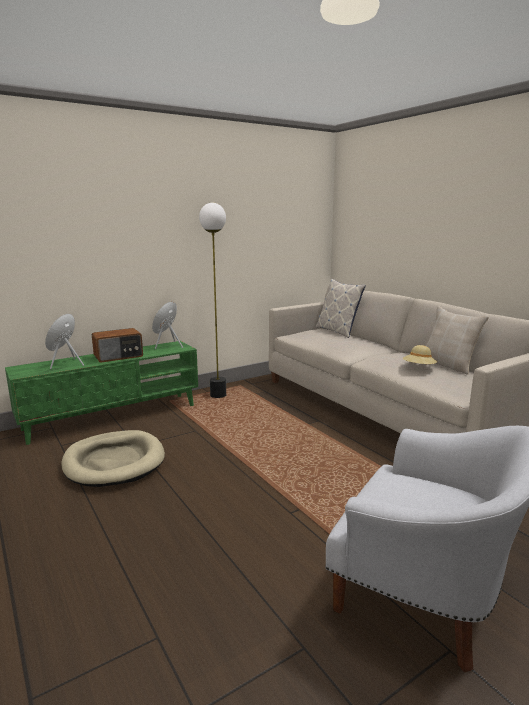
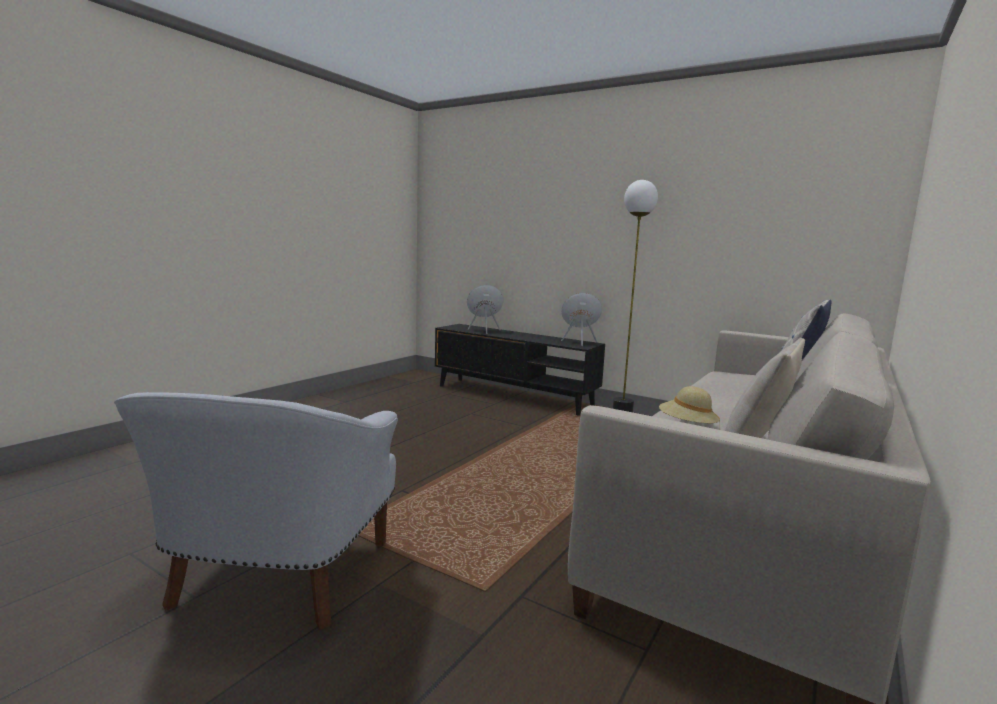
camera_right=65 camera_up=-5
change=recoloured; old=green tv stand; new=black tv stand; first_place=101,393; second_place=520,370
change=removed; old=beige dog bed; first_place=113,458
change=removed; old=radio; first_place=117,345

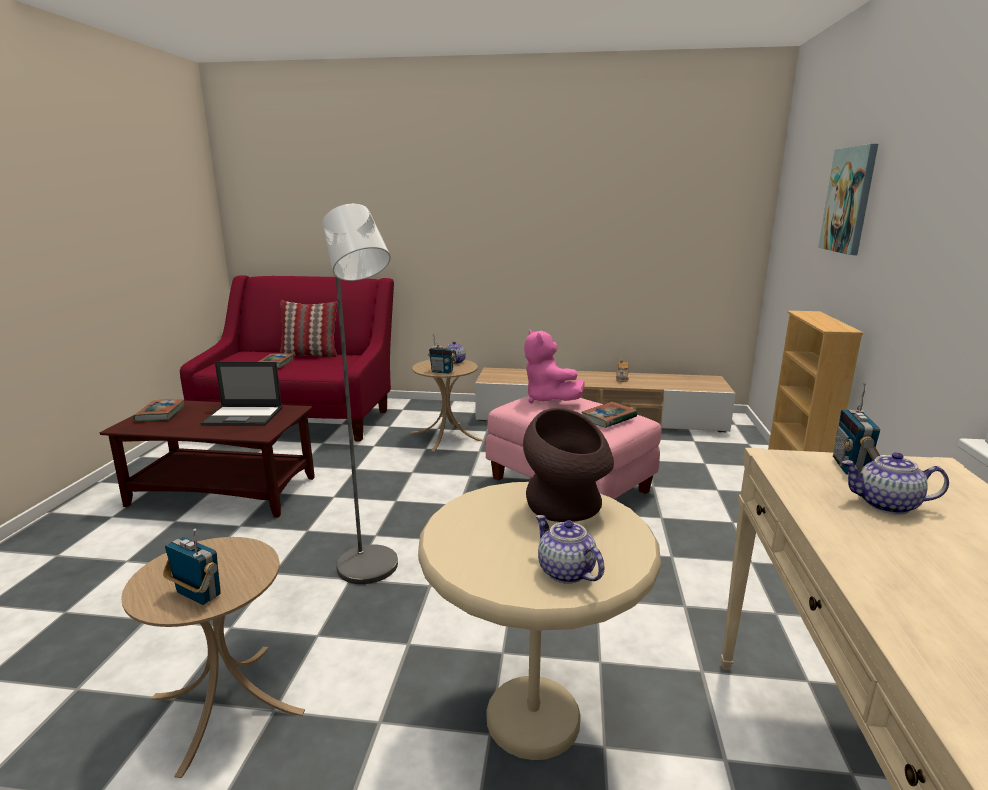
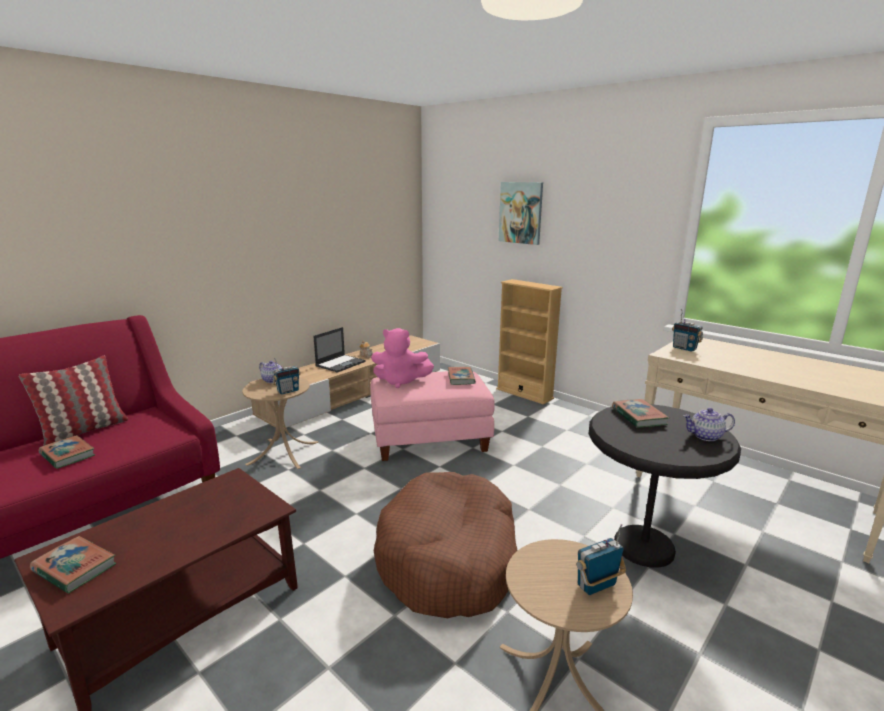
camera_right=-55 camera_up=0
change=moved; old=laptop; first_place=241,394; second_place=339,350
change=replaced; old=grey floor lamp; new=brown dog bed; first_place=360,394; second_place=446,545
change=recoloured; old=beige side table; new=black side table; first_place=539,621; second_place=665,486
change=replaced; old=brown vase; new=book; first_place=568,465; second_place=641,413
change=removed; old=teapot; first_place=895,483

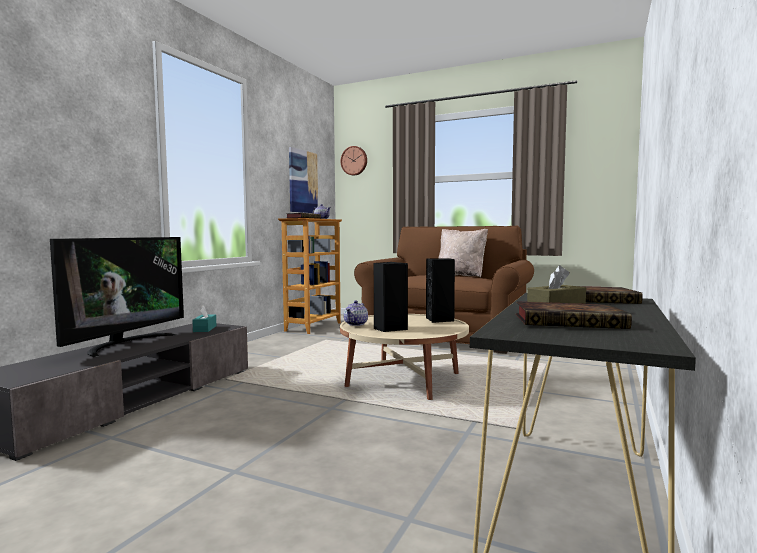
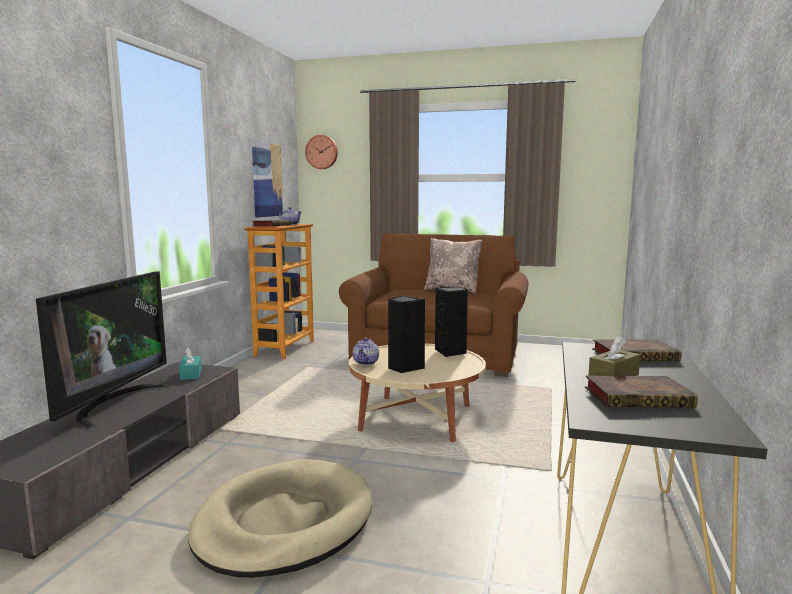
camera_right=-10 camera_up=5
change=added; new=beige dog bed; second_place=280,518

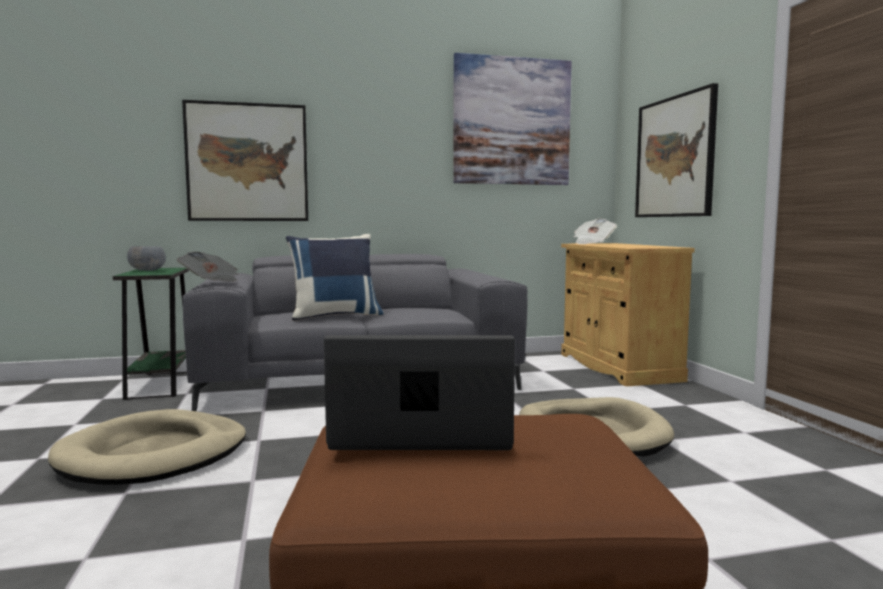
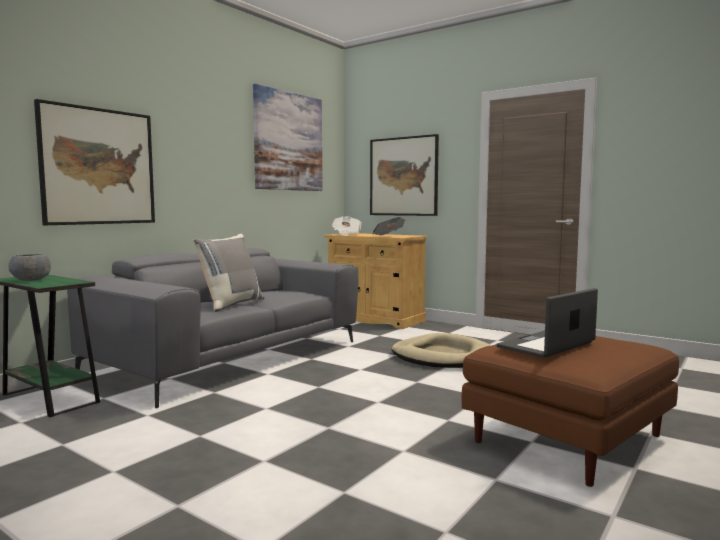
camera_right=-40 camera_up=0
change=removed; old=beige dog bed; first_place=147,447
change=moved; old=newspaper; first_place=208,267; second_place=388,226
change=recoloured; old=blue pillow; new=grey pillow; first_place=335,277; second_place=229,273

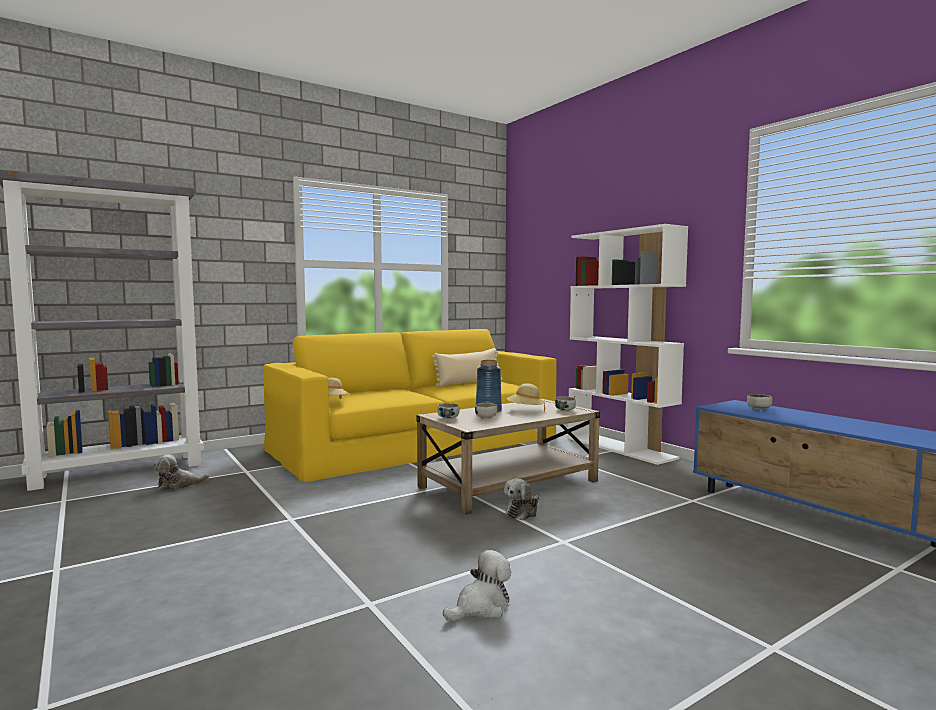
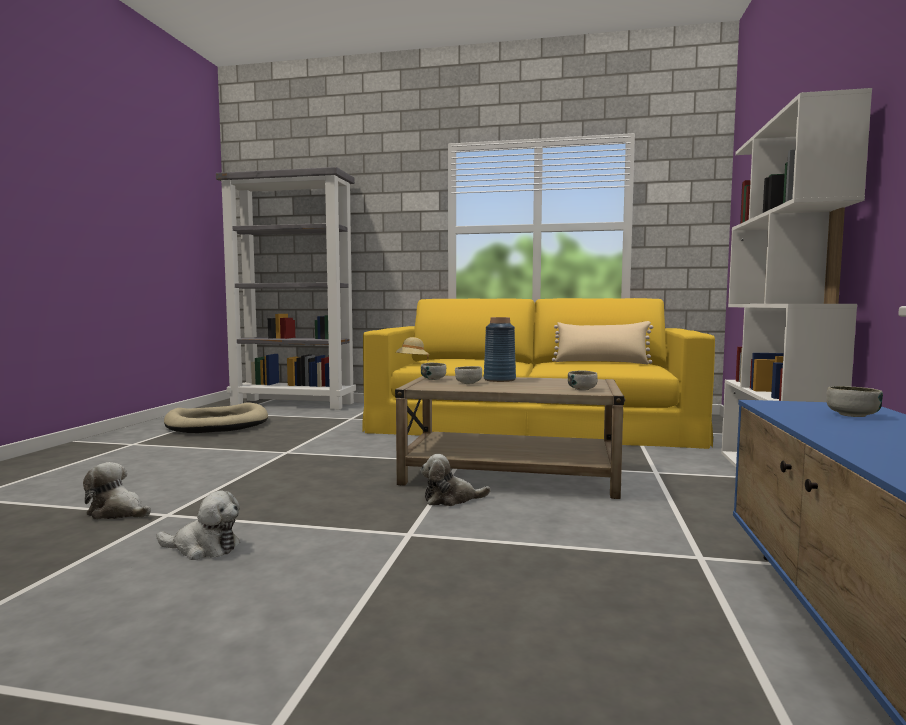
camera_right=45 camera_up=0
change=moved; old=plush toy; first_place=181,472; second_place=117,491
change=removed; old=beige hat; first_place=526,397
change=added; new=beige dog bed; second_place=216,418

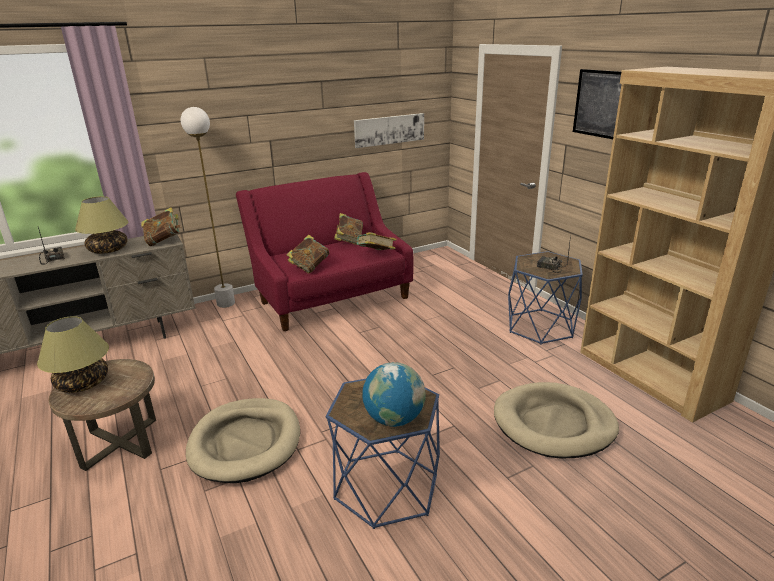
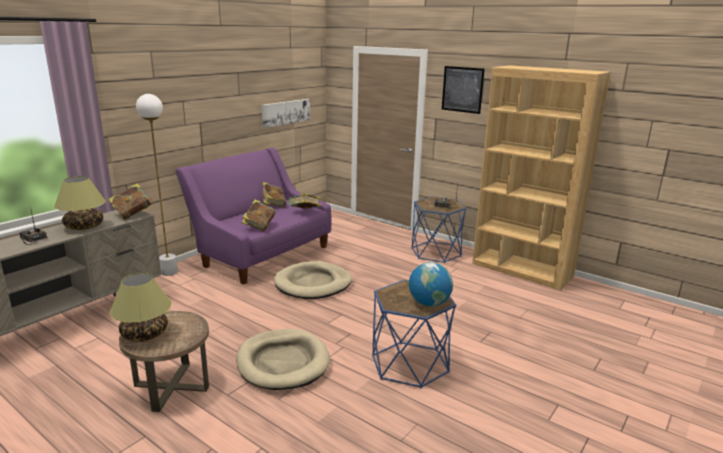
camera_right=-25 camera_up=-5
change=recoloured; old=red sofa; new=purple sofa; first_place=325,251; second_place=253,216
change=moved; old=beige dog bed; first_place=556,420; second_place=313,280

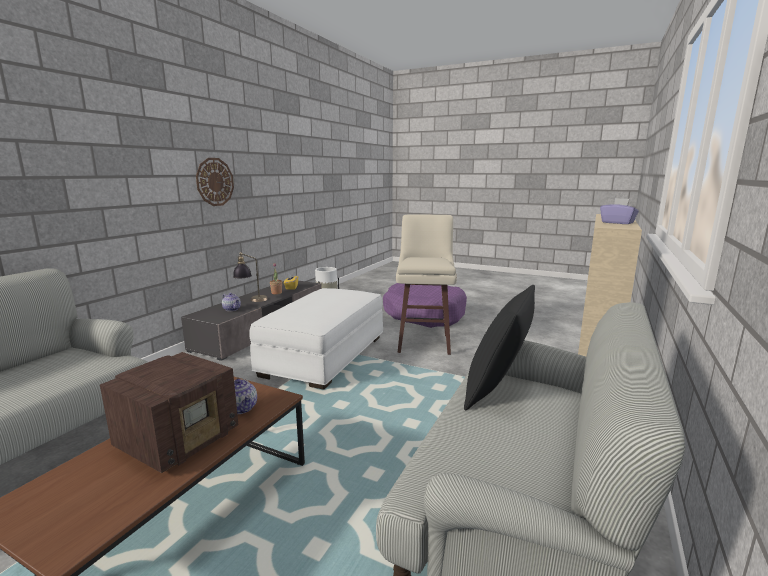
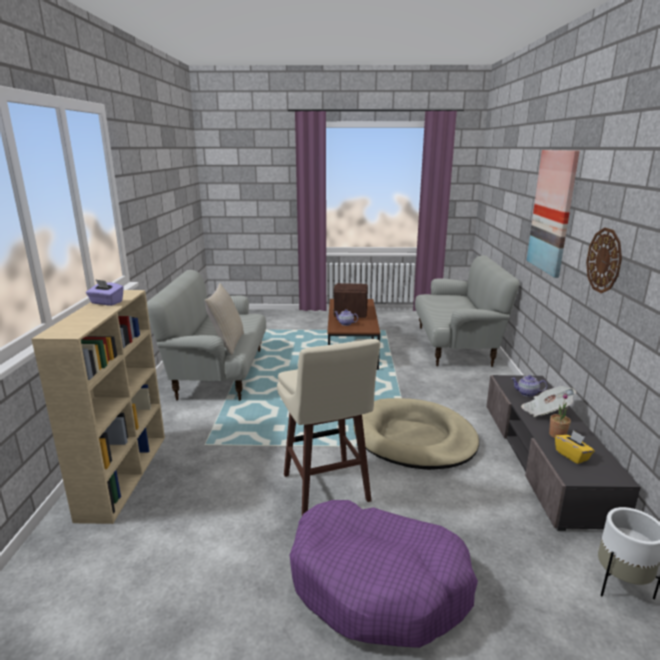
camera_right=155 camera_up=5
change=replaced; old=table lamp; new=newspaper; first_place=250,277; second_place=549,401
change=replaced; old=white ottoman; new=beige dog bed; first_place=316,339; second_place=416,434
change=recoloured; old=black pillow; new=beige pillow; first_place=499,347; second_place=224,319
change=added; new=picture; second_place=553,214

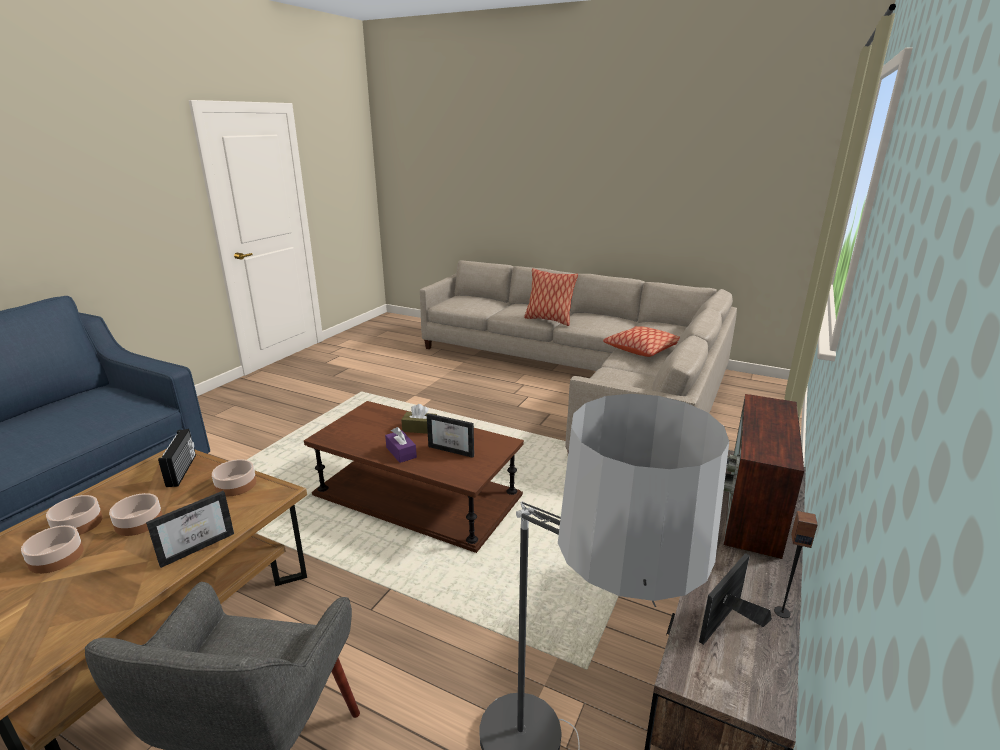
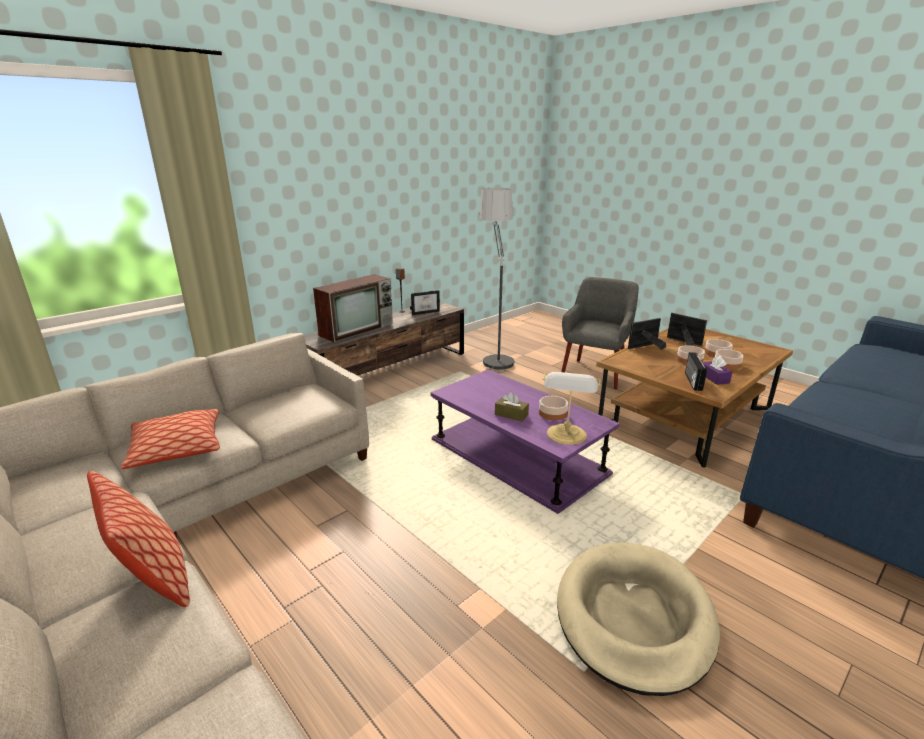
camera_right=-160 camera_up=0
change=moved; old=bowl; first_place=234,477; second_place=553,408
change=recoloured; old=brown coffee table; new=purple coffee table; first_place=414,477; second_place=525,441
change=moved; old=purple tissue box; first_place=401,445; second_place=717,370
change=moved; old=picture frame; first_place=450,435; second_place=687,329
change=added; new=table lamp; second_place=571,408
change=added; new=beige dog bed; second_place=638,619

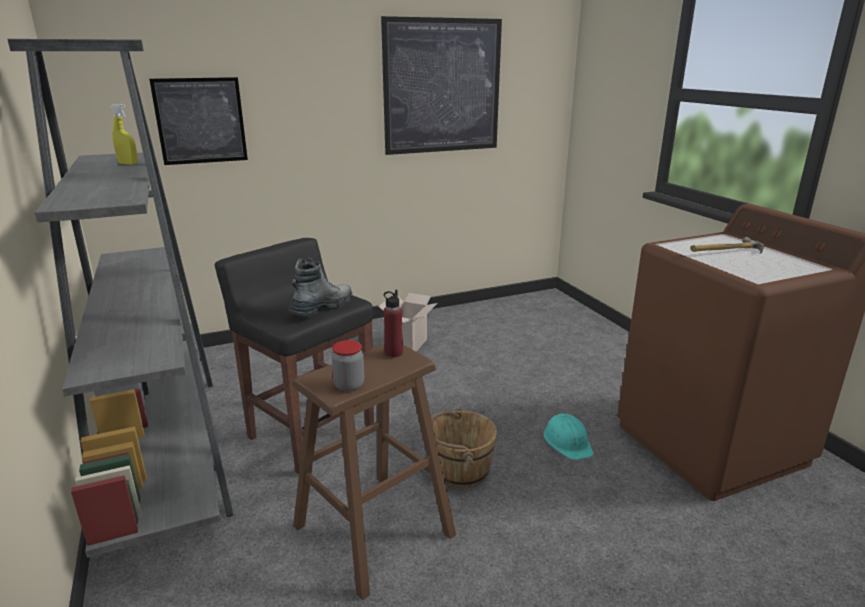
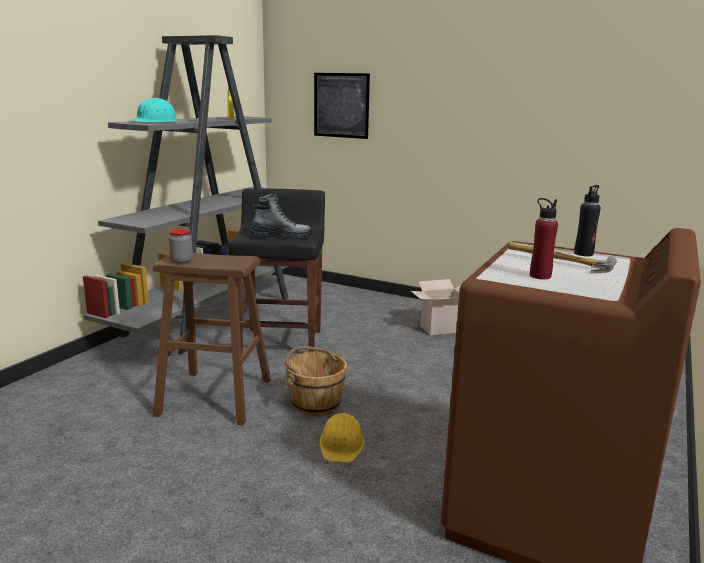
camera_right=50 camera_up=-5
change=removed; old=picture; first_place=441,85
change=moved; old=red bottle; first_place=393,323; second_place=544,238
change=moved; old=turquoise hard hat; first_place=568,436; second_place=153,110
change=added; new=yellow hard hat; second_place=342,438
change=added; new=black bottle; second_place=587,220

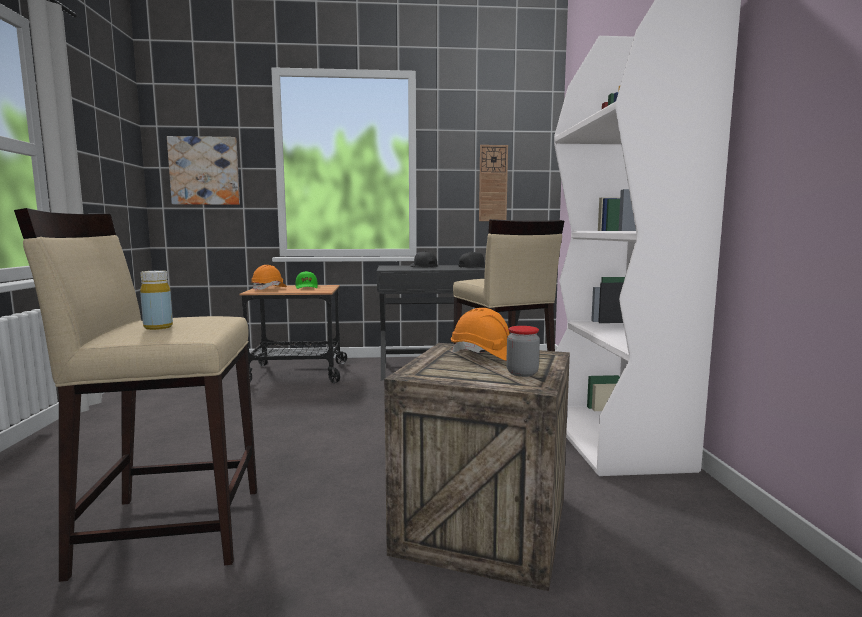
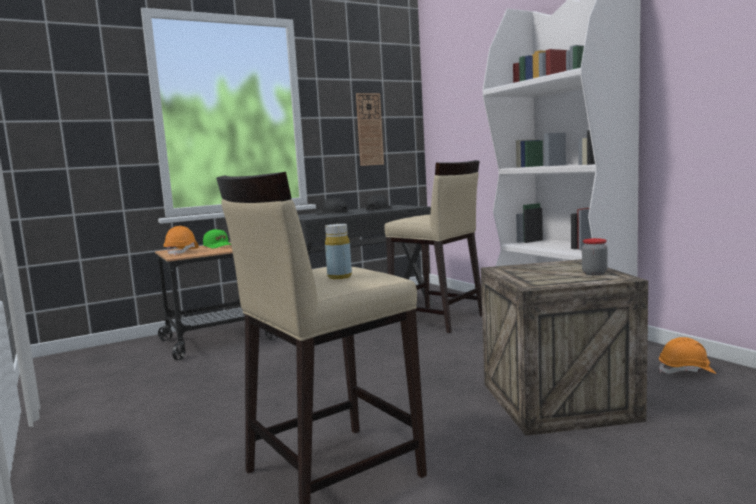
camera_right=-25 camera_up=0
change=removed; old=picture; first_place=203,170
change=moved; old=orange hard hat; first_place=480,334; second_place=687,355

